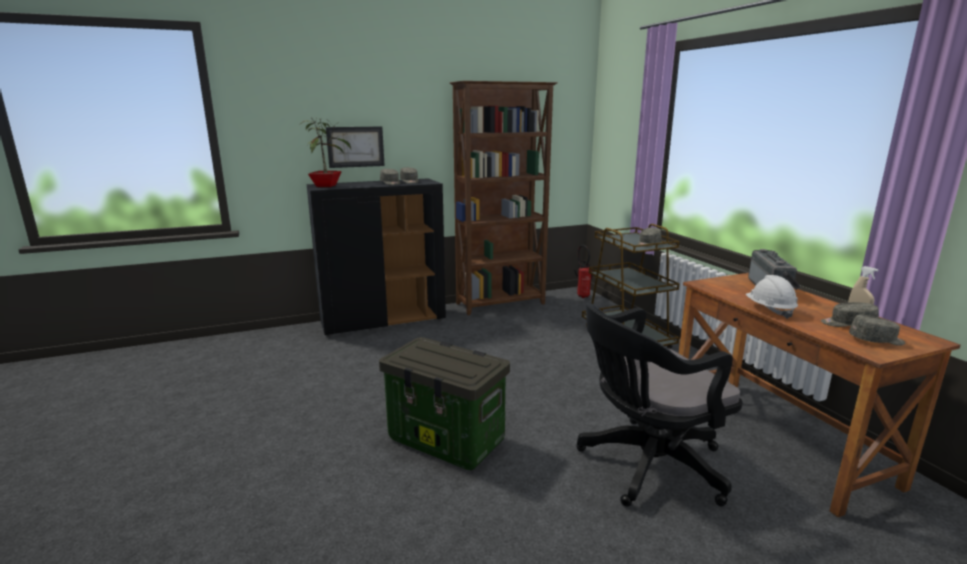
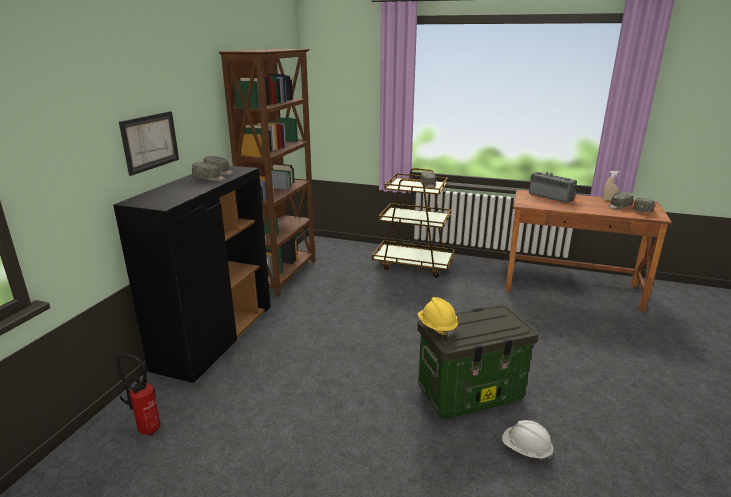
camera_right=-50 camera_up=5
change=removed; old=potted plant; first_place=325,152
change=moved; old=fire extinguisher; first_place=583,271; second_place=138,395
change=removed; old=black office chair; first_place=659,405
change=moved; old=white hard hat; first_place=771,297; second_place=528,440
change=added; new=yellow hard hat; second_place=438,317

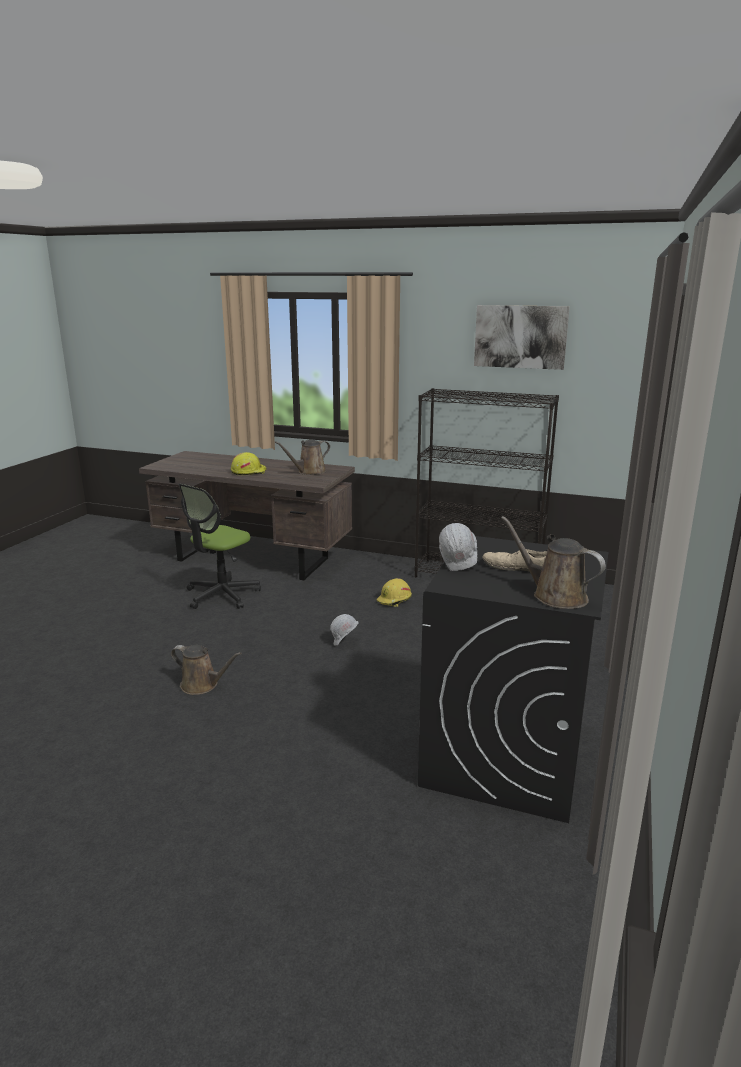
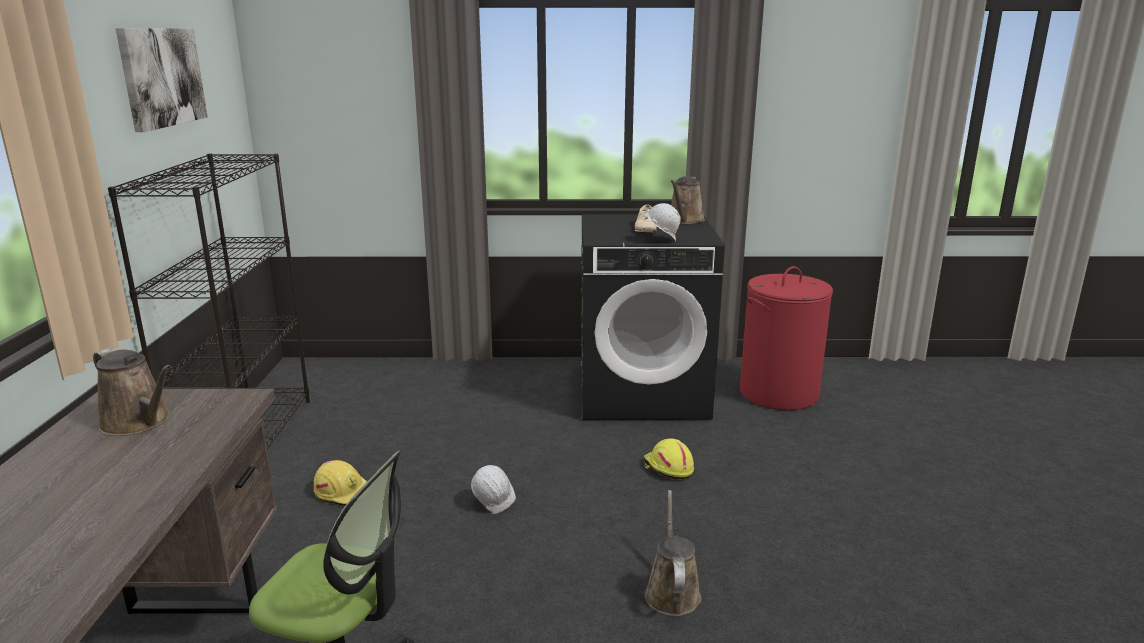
camera_right=-110 camera_up=0
change=moved; old=yellow hard hat; first_place=249,463; second_place=668,458
change=added; new=red laundry basket; second_place=786,338

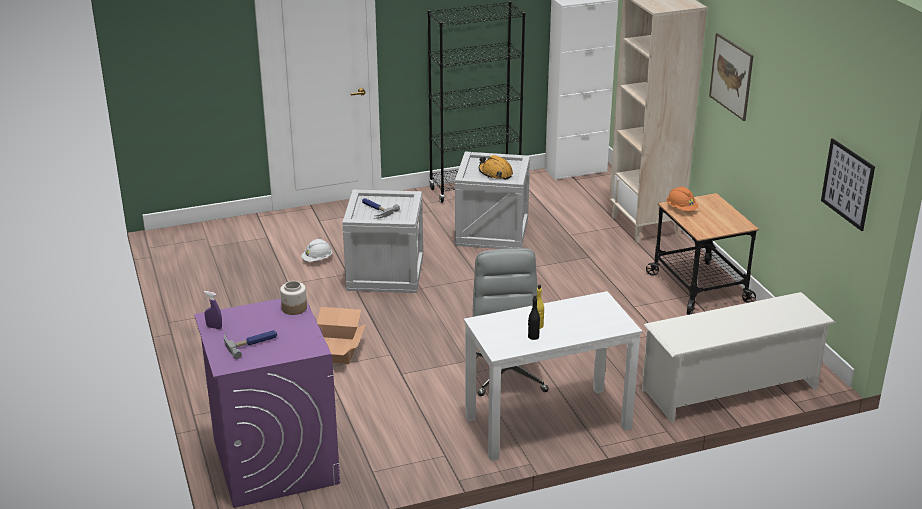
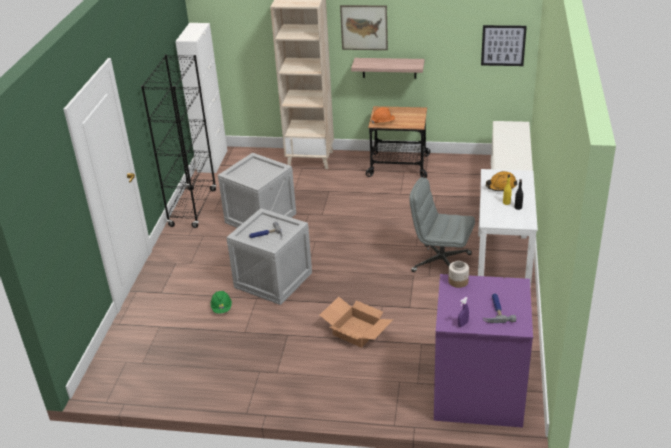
camera_right=-60 camera_up=5
change=recoloured; old=white hard hat; new=green hard hat; first_place=316,250; second_place=221,302
change=moved; old=orange hard hat; first_place=496,167; second_place=501,181
change=added; new=shelf; second_place=387,68

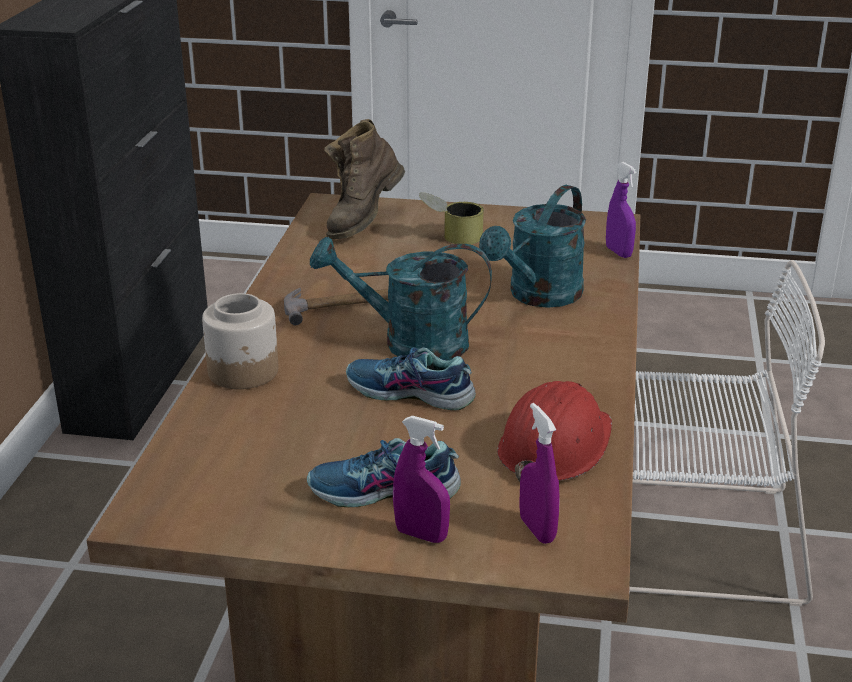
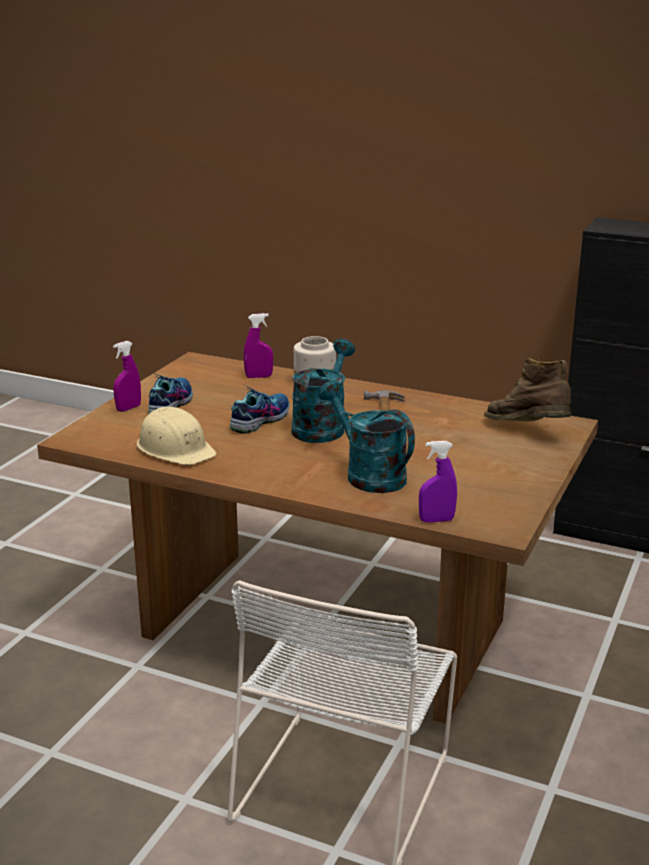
camera_right=105 camera_up=-5
change=removed; old=can; first_place=451,218
change=recoloured; old=red hard hat; new=beige hard hat; first_place=554,431; second_place=177,436
change=moved; old=purple spray bottle; first_place=539,473; second_place=258,345

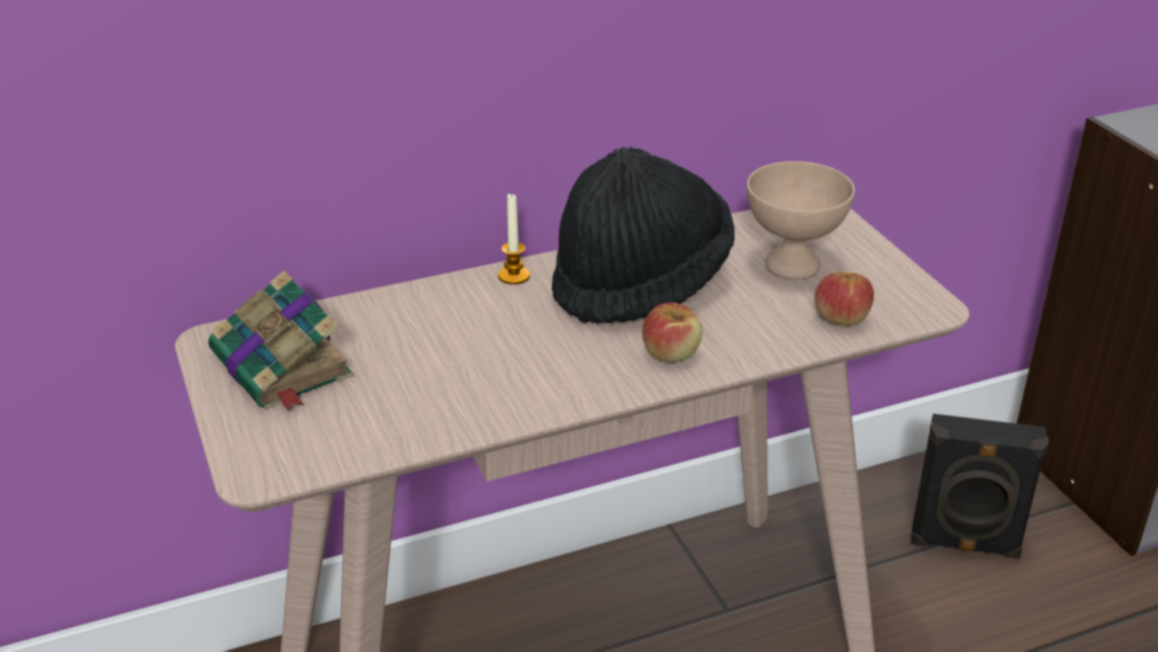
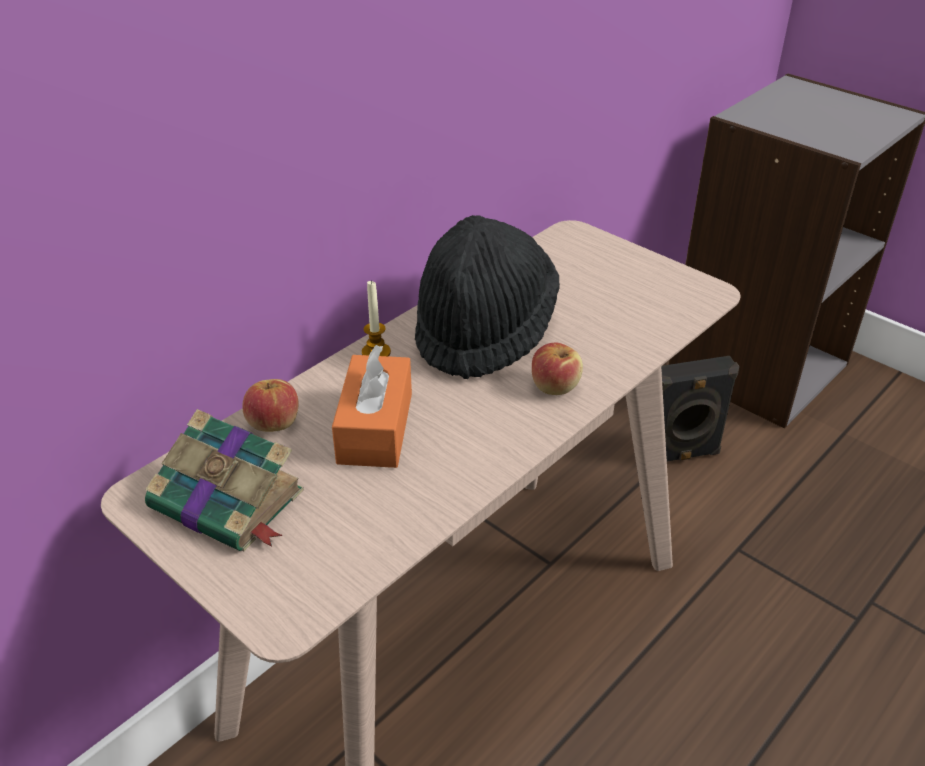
camera_right=-25 camera_up=5
change=removed; old=beige bowl; first_place=801,220
change=moved; old=apple; first_place=844,298; second_place=270,405
change=added; new=orange tissue box; second_place=372,406

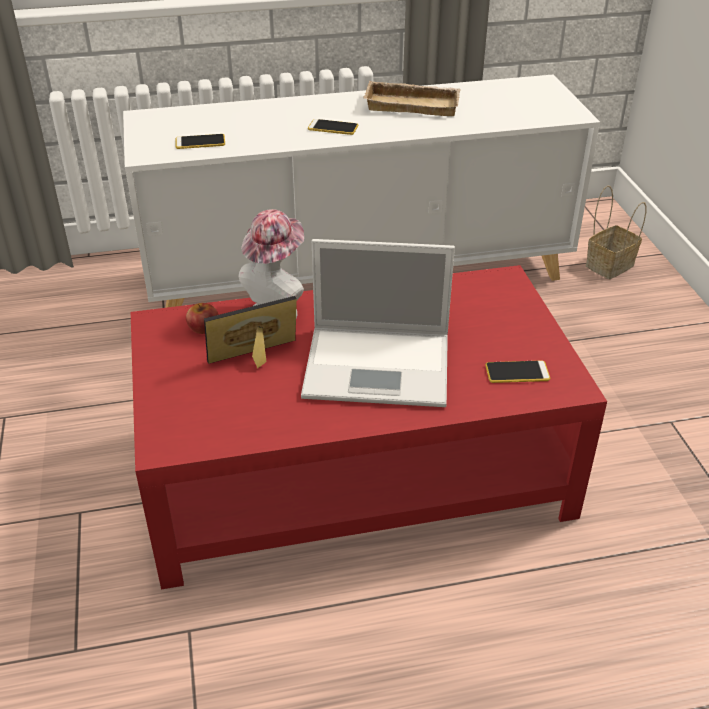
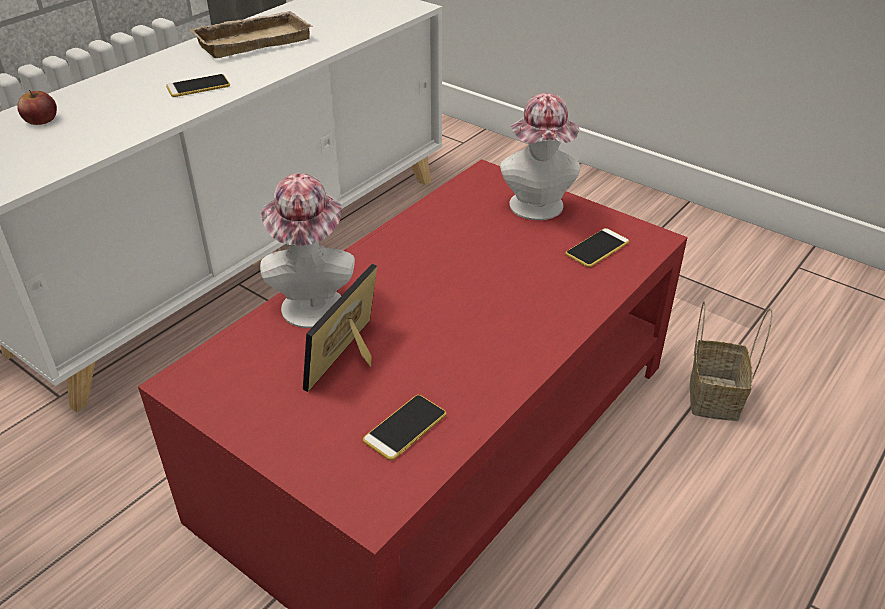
camera_right=-40 camera_up=0
change=moved; old=phone; first_place=200,141; second_place=404,427
change=moved; old=apple; first_place=202,318; second_place=37,107
change=removed; old=laptop; first_place=378,323
change=moved; old=basket; first_place=616,232; second_place=731,360
change=added; new=hat; second_place=540,156

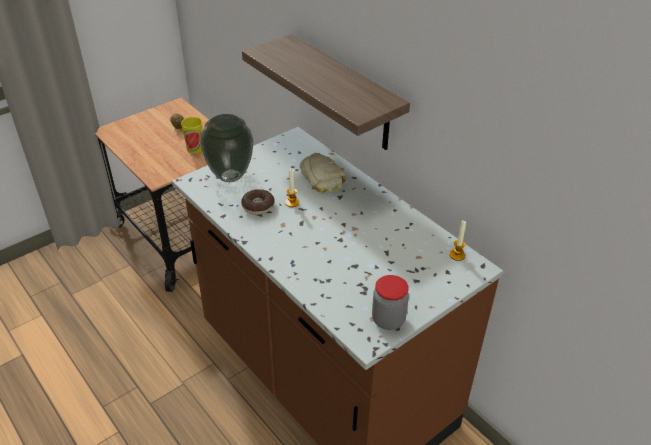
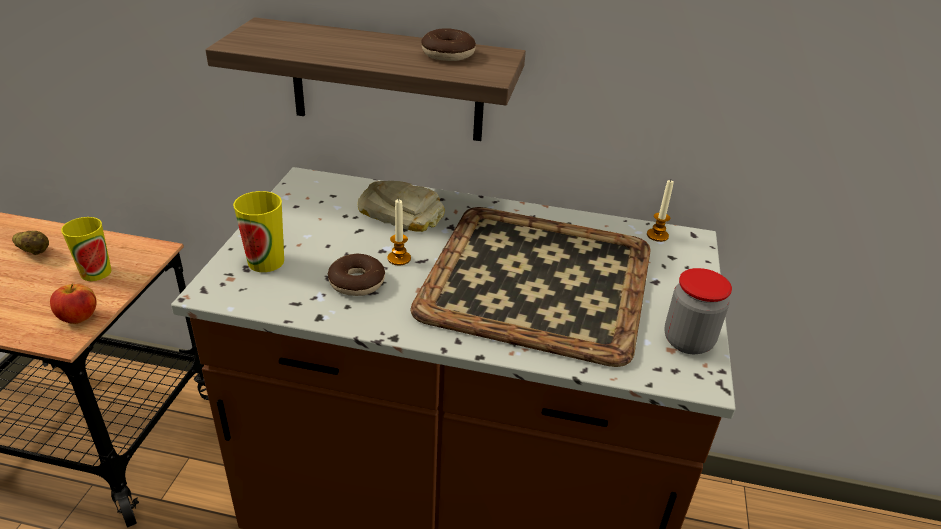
camera_right=-40 camera_up=-5
change=replaced; old=vase; new=cup; first_place=227,148; second_place=258,231
change=added; new=apple; second_place=73,304
change=added; new=tray; second_place=530,287
change=added; new=donut; second_place=448,44

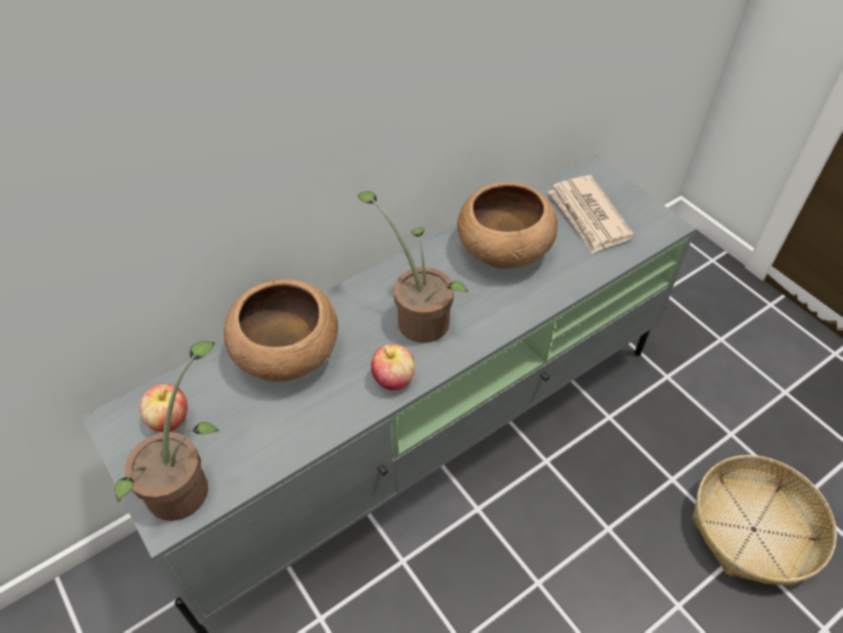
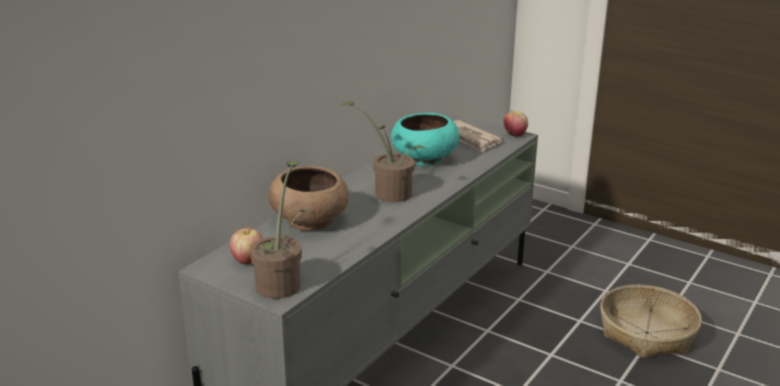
camera_right=-20 camera_up=-25
change=moved; old=apple; first_place=393,367; second_place=515,123
change=recoloured; old=brown bowl; new=turquoise bowl; first_place=507,225; second_place=425,139

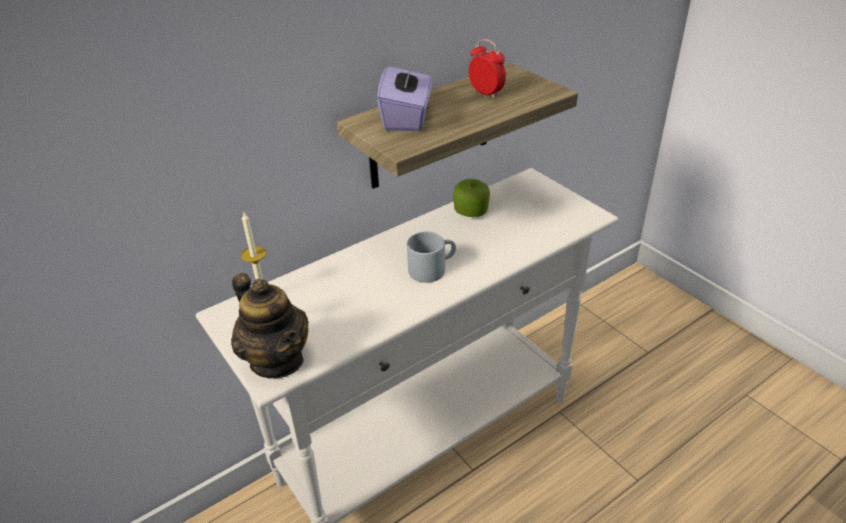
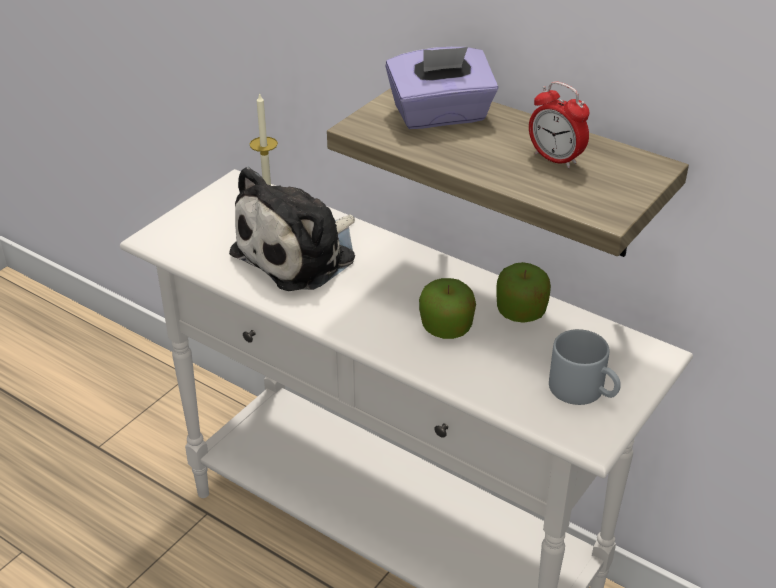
camera_right=70 camera_up=0
change=removed; old=teapot; first_place=269,325
change=moved; old=grey mug; first_place=431,257; second_place=585,367
change=turned; old=alarm clock; first_place=487,69; second_place=559,124; degrees=105
change=added; new=plush toy; second_place=292,229
change=added; new=apple; second_place=447,308

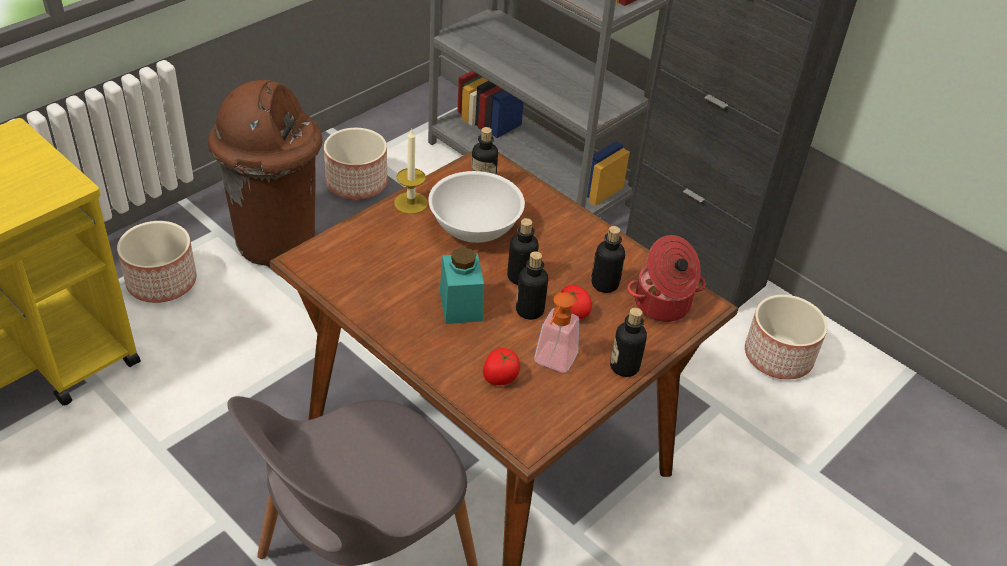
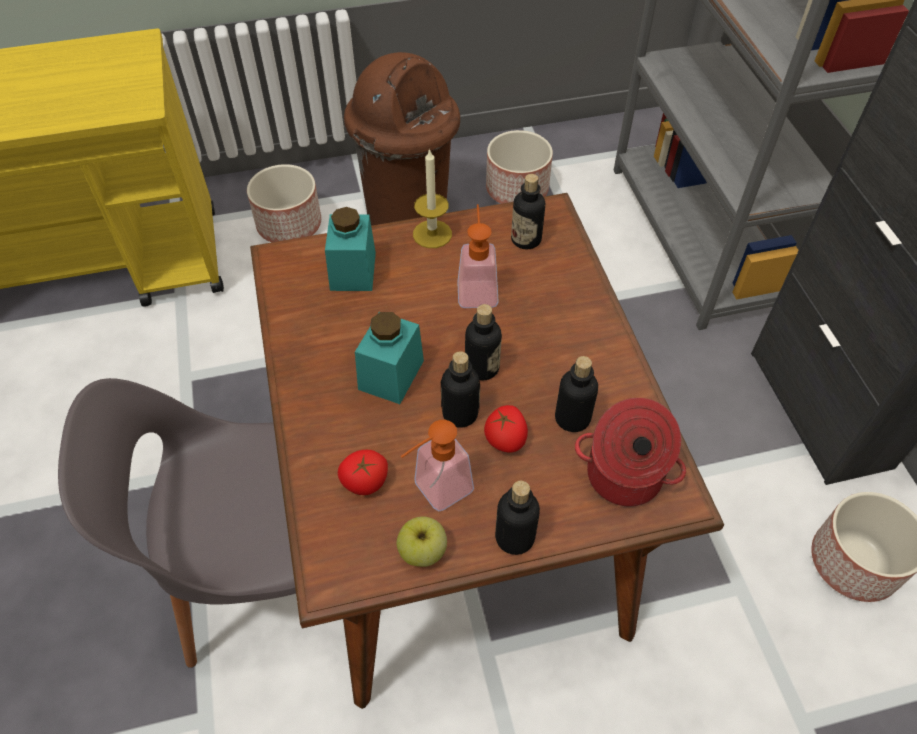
camera_right=35 camera_up=10
change=replaced; old=white bowl; new=soap dispenser; first_place=476,207; second_place=478,256
change=added; new=turquoise jar; second_place=350,249
change=added; new=apple; second_place=422,542

